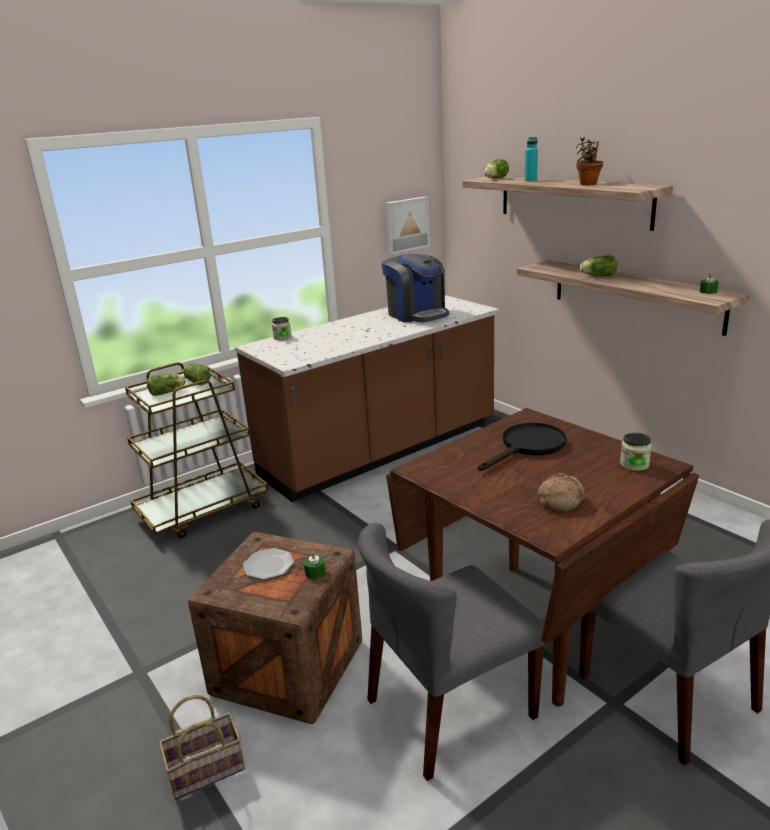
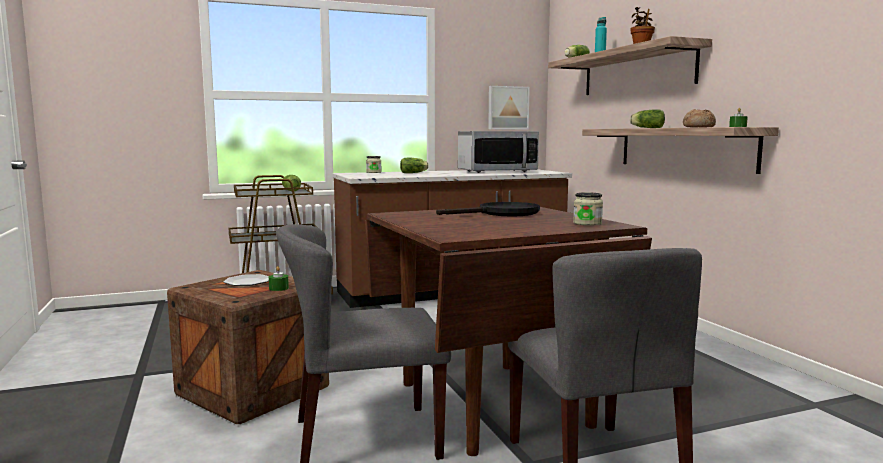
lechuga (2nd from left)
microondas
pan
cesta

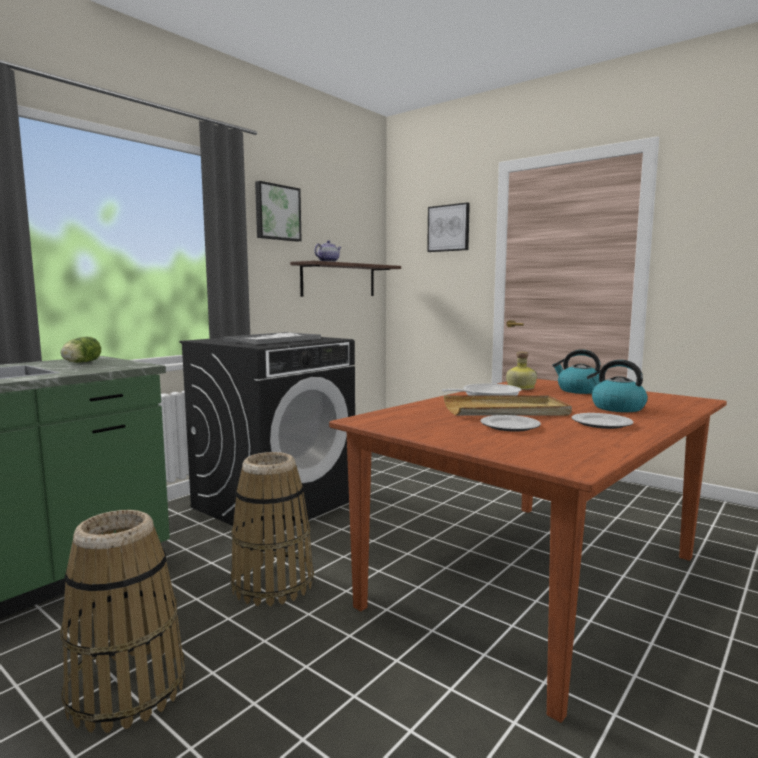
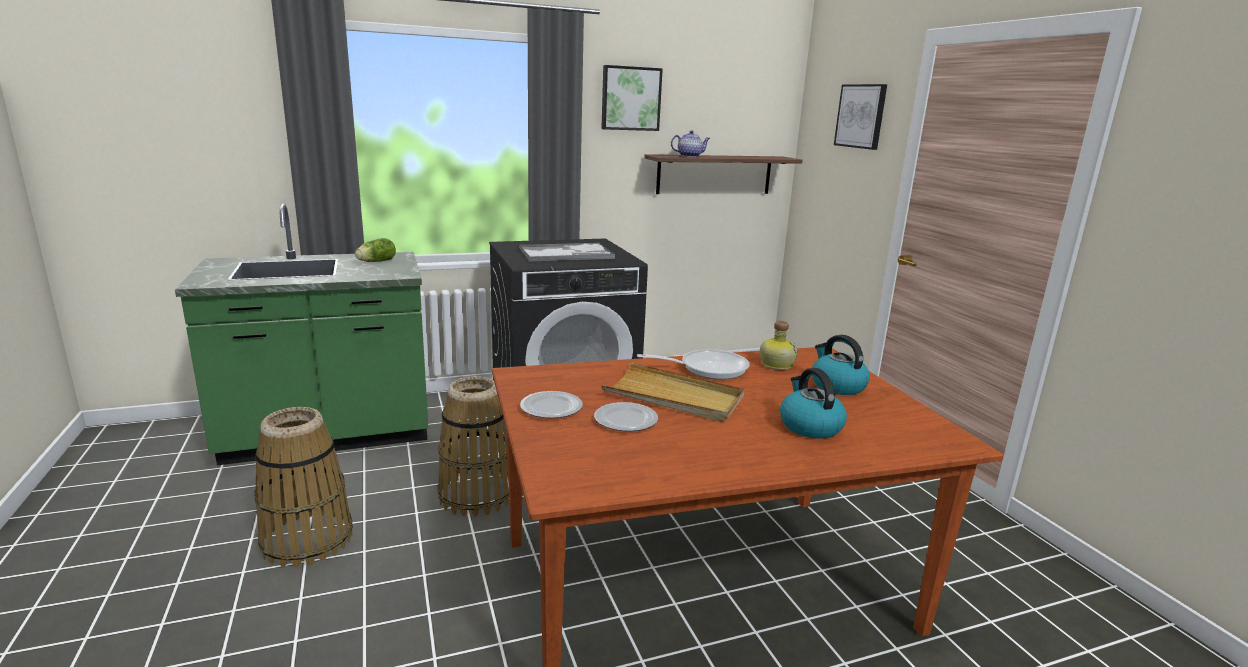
plato (1st from left)

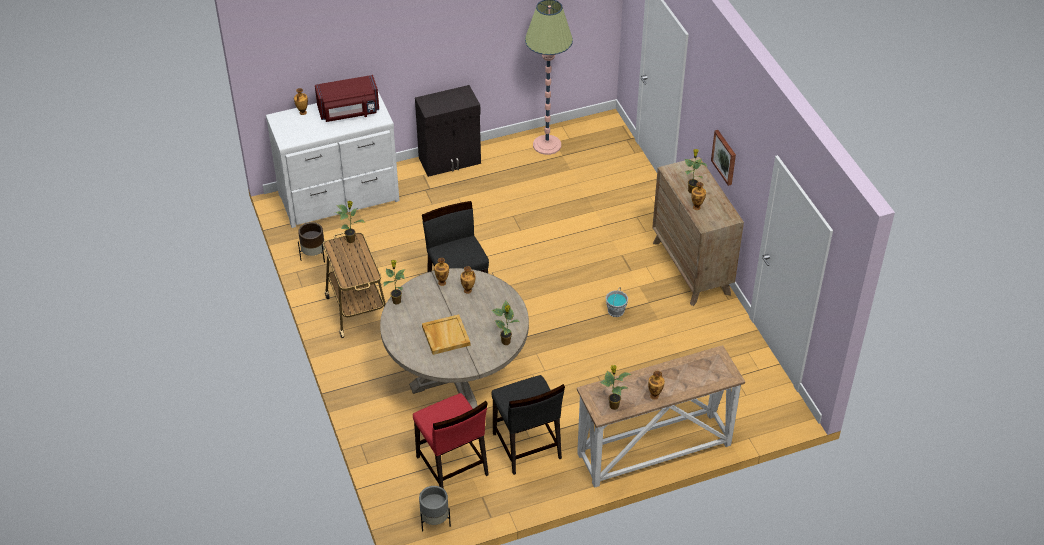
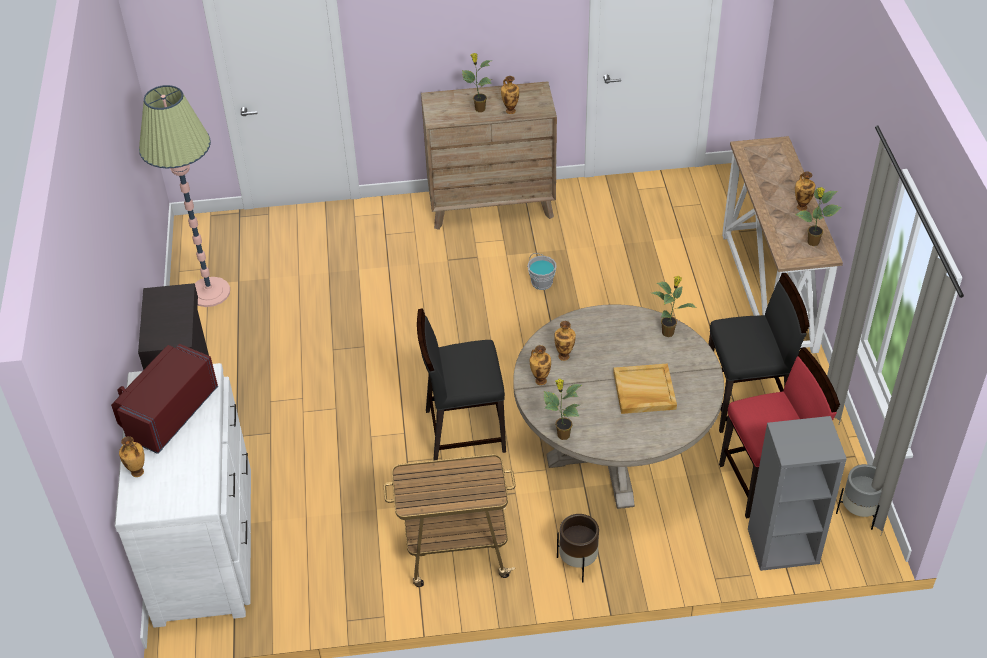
microondas (rojo)
maceta (marrón)
estantería (gris)
planta en maceta (1st from left in the first image)
cuadro

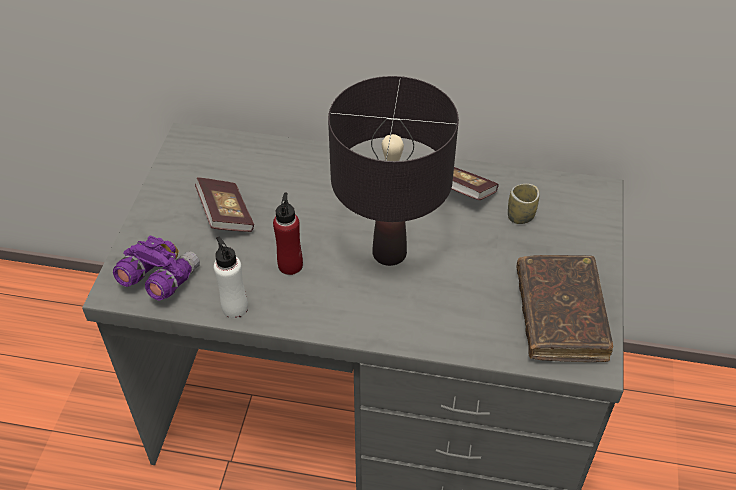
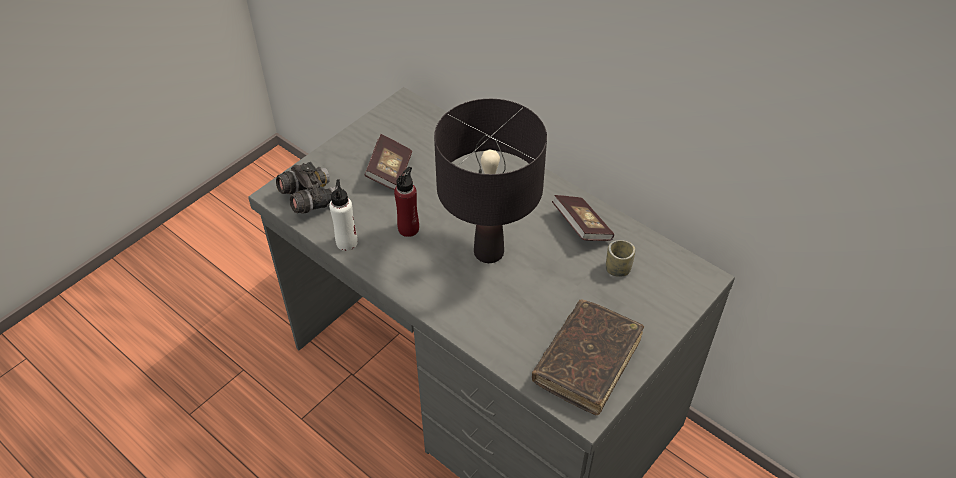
prismáticos (gris)

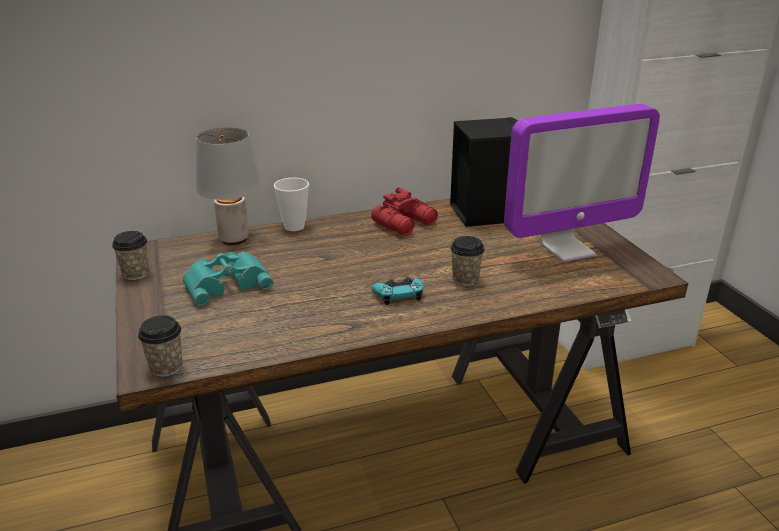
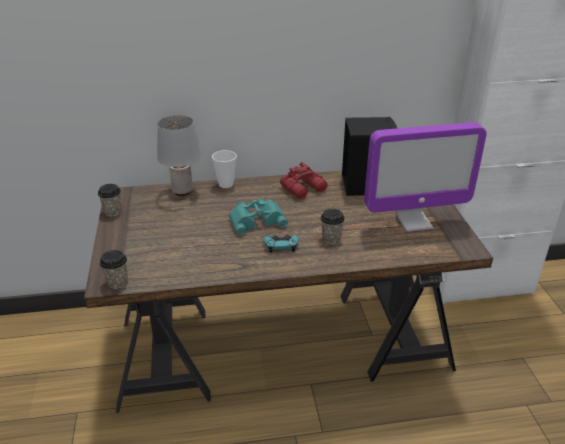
prismáticos (turquesa)

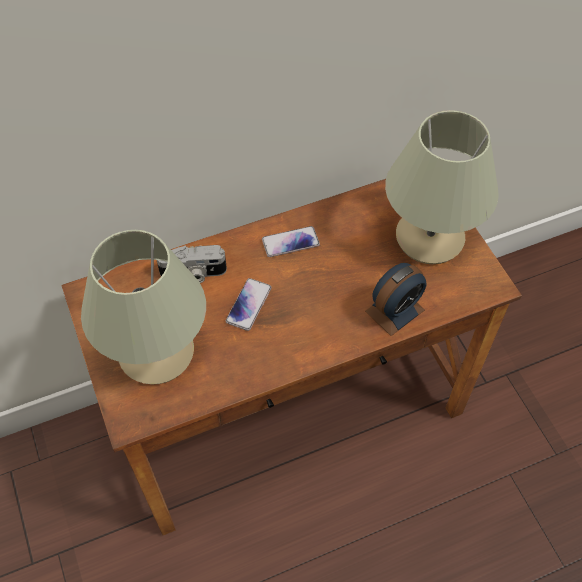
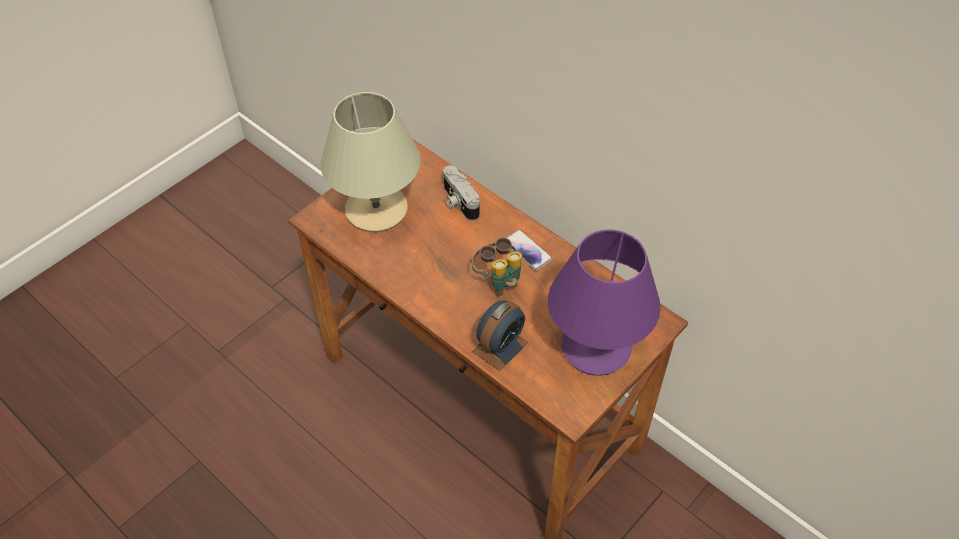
prismáticos
despertador
lámpara de mesa (morado)
móvil (1st from left in the first image)

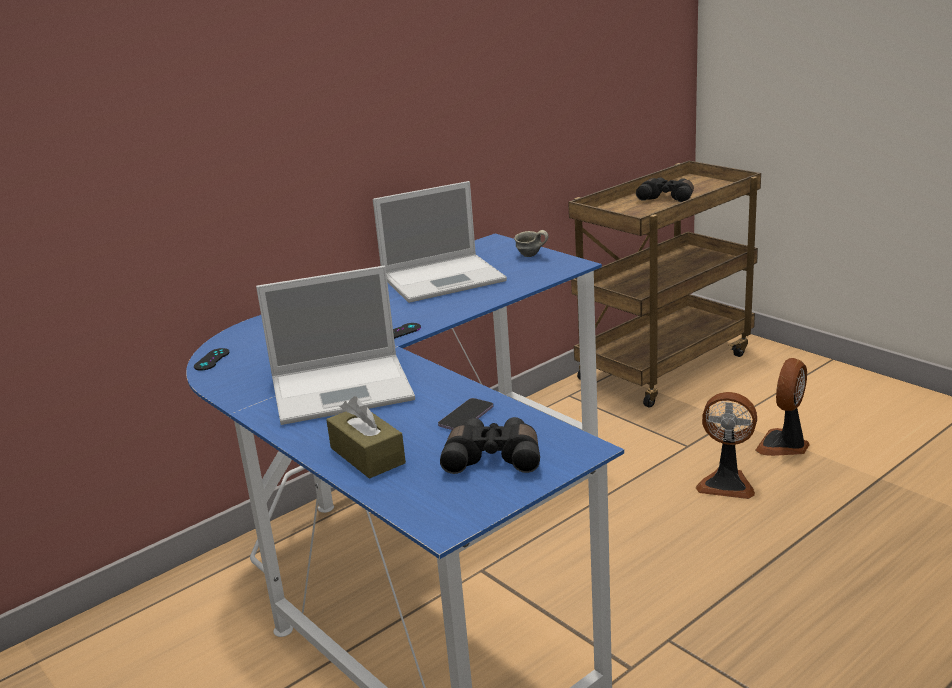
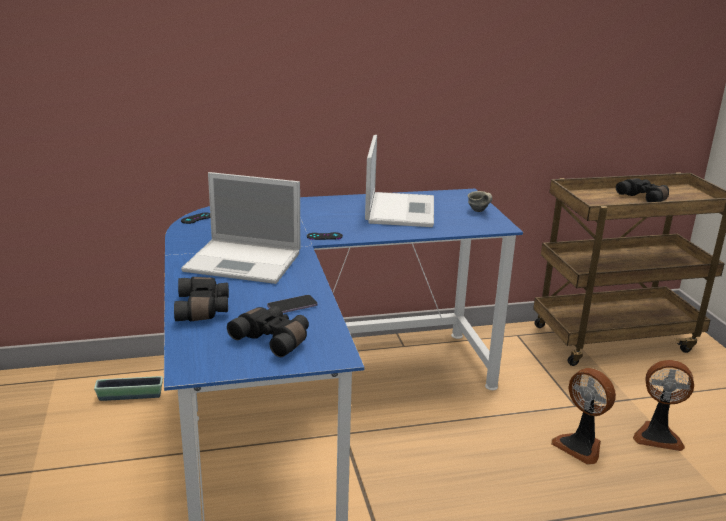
maceta
prismáticos (negro) (1st from left)
portátil (2nd from left)
ventilador (2nd from left)

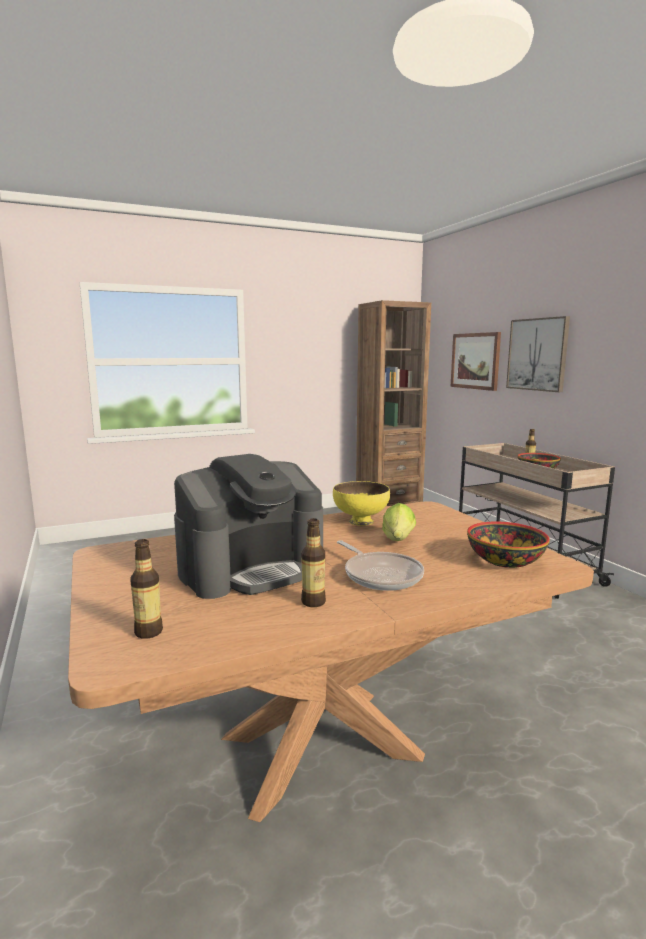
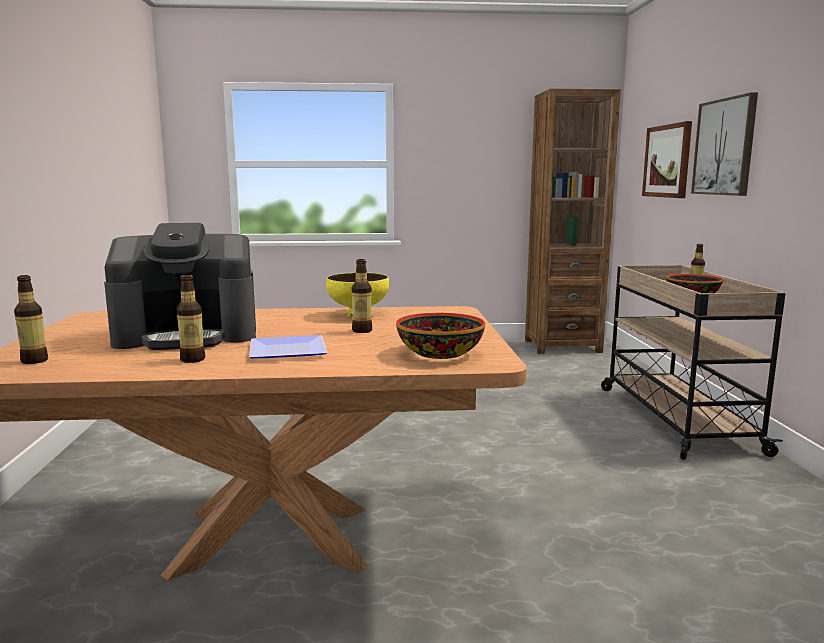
plato
botella (3rd from left)

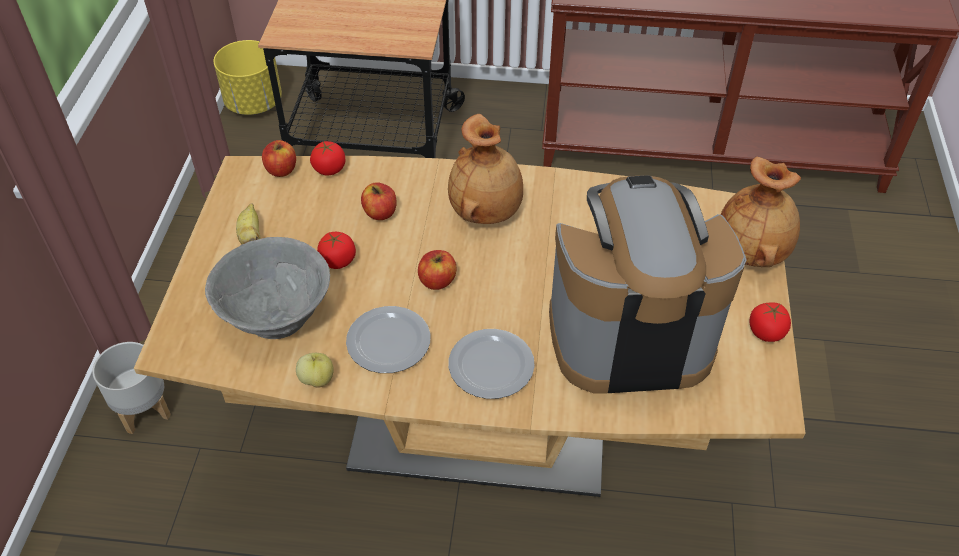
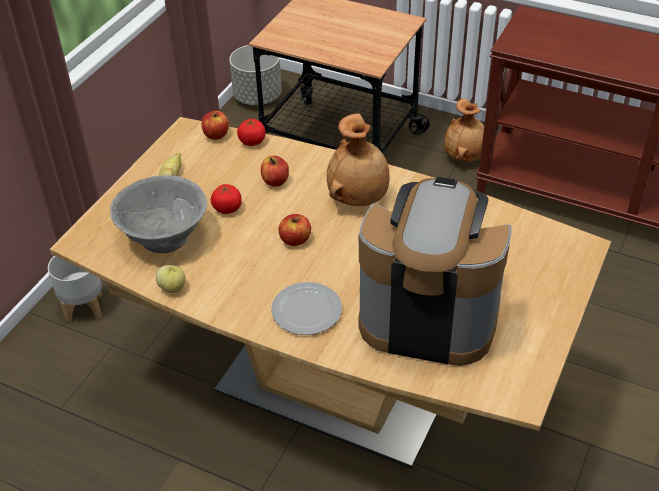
maceta (gris) (2nd from left)
florero (marrón) (2nd from left)
plato (1st from left in the first image)
tomate (3rd from left in the first image)

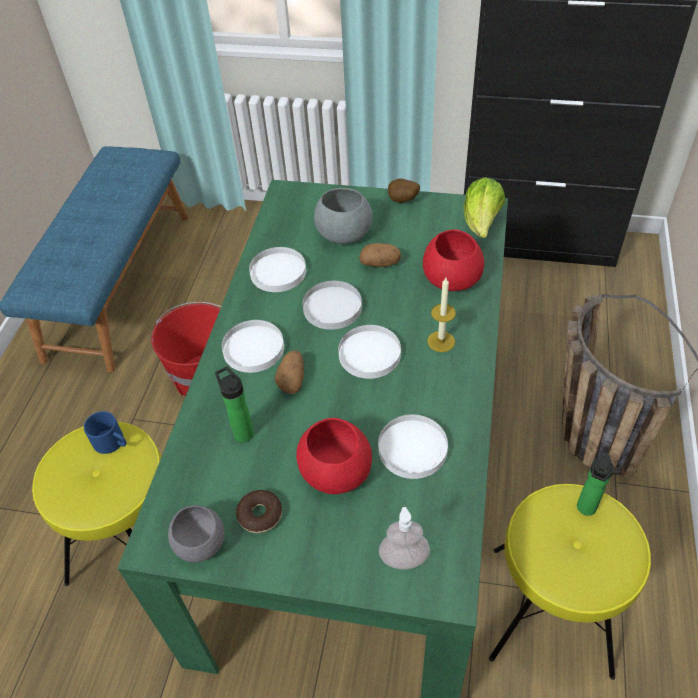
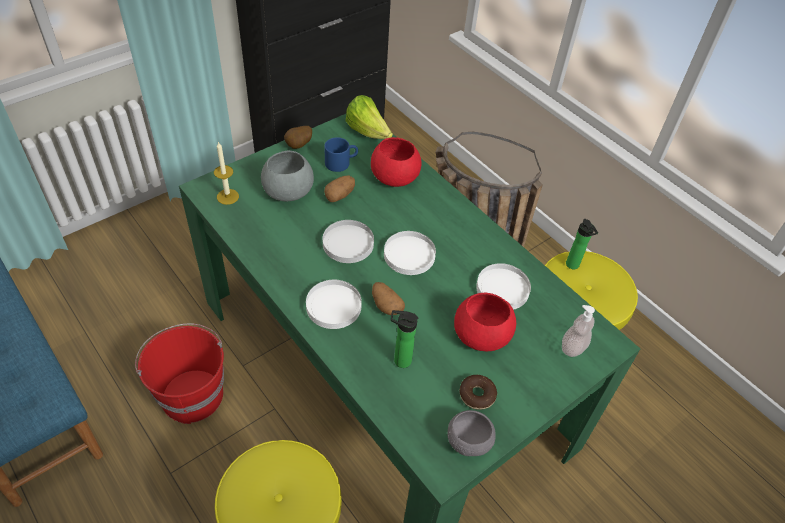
vela
taza grande (azul)
plato (blanco) (2nd from left in the first image)

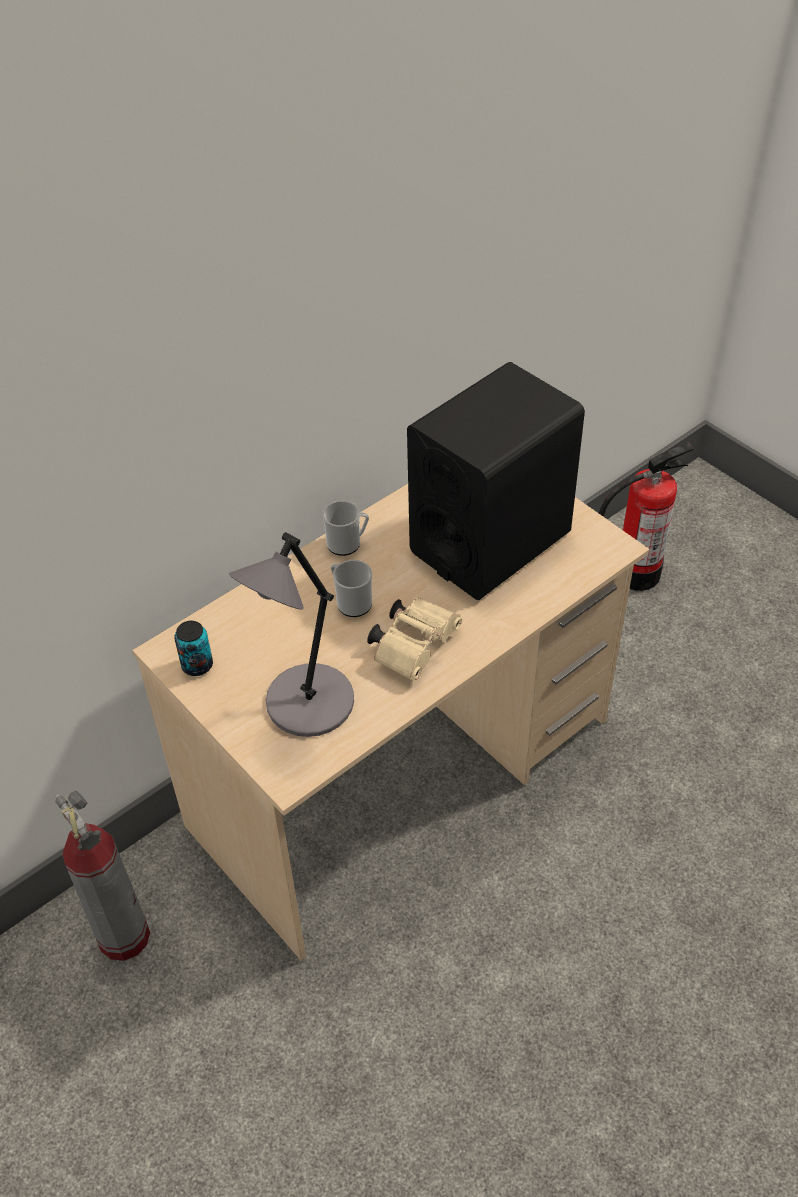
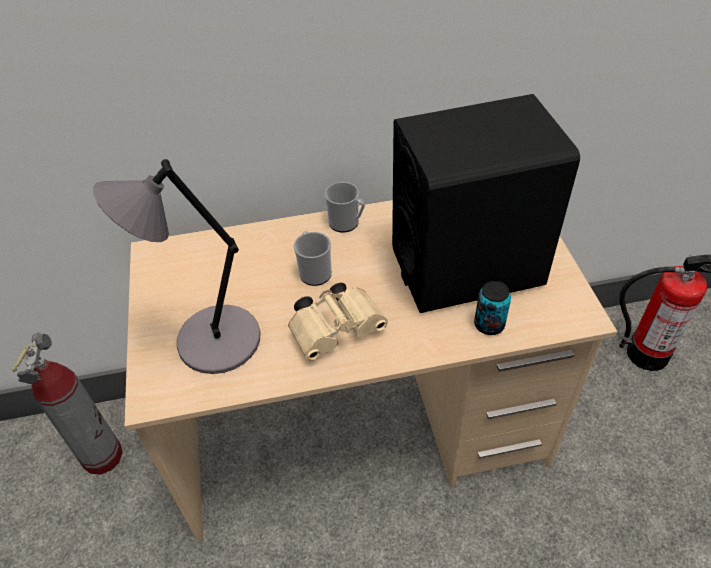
lata

